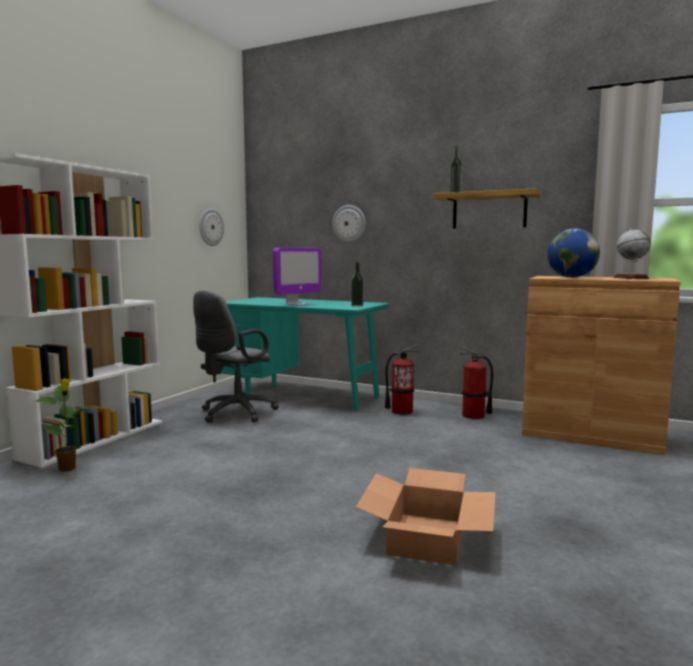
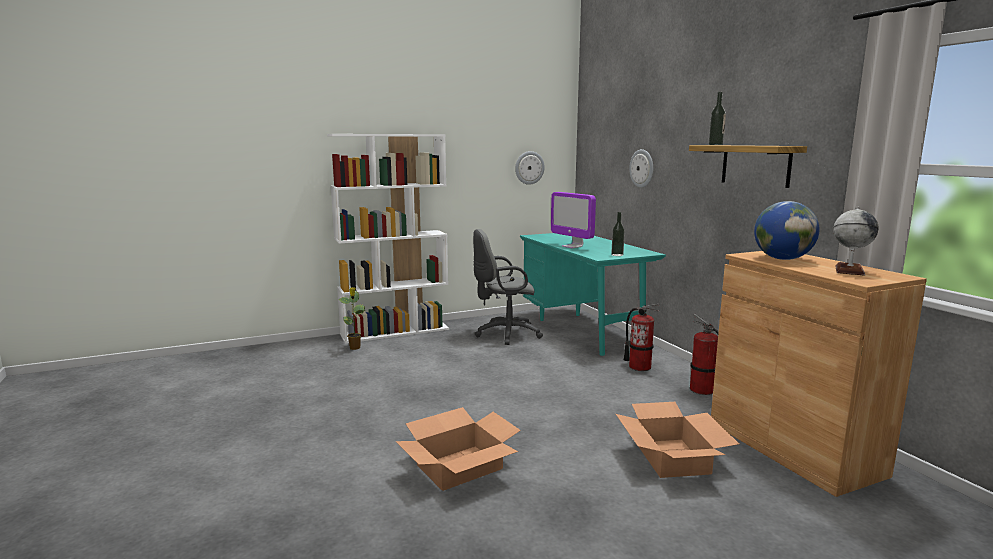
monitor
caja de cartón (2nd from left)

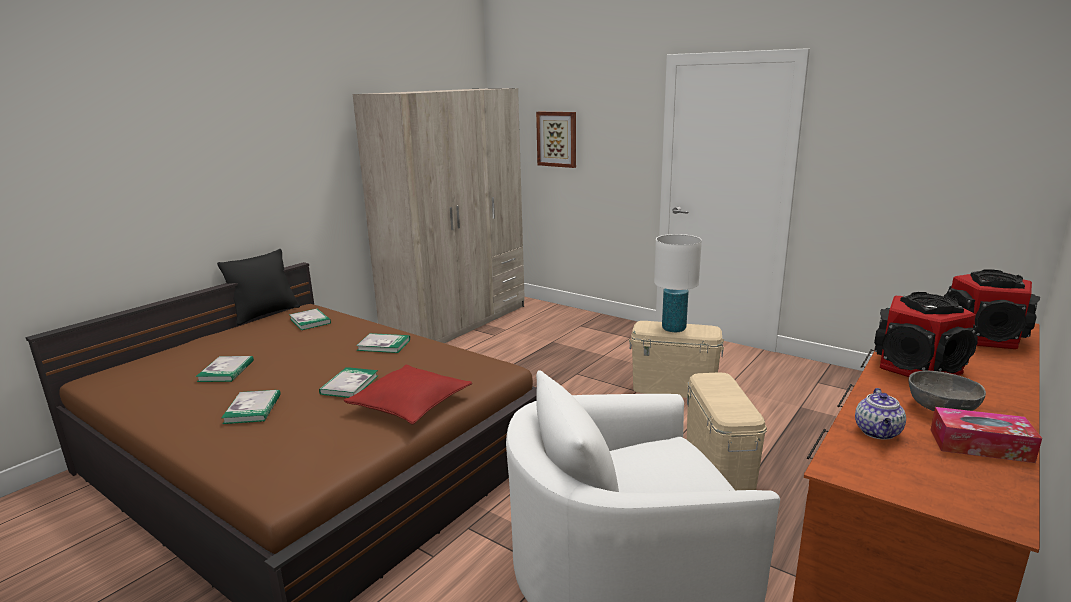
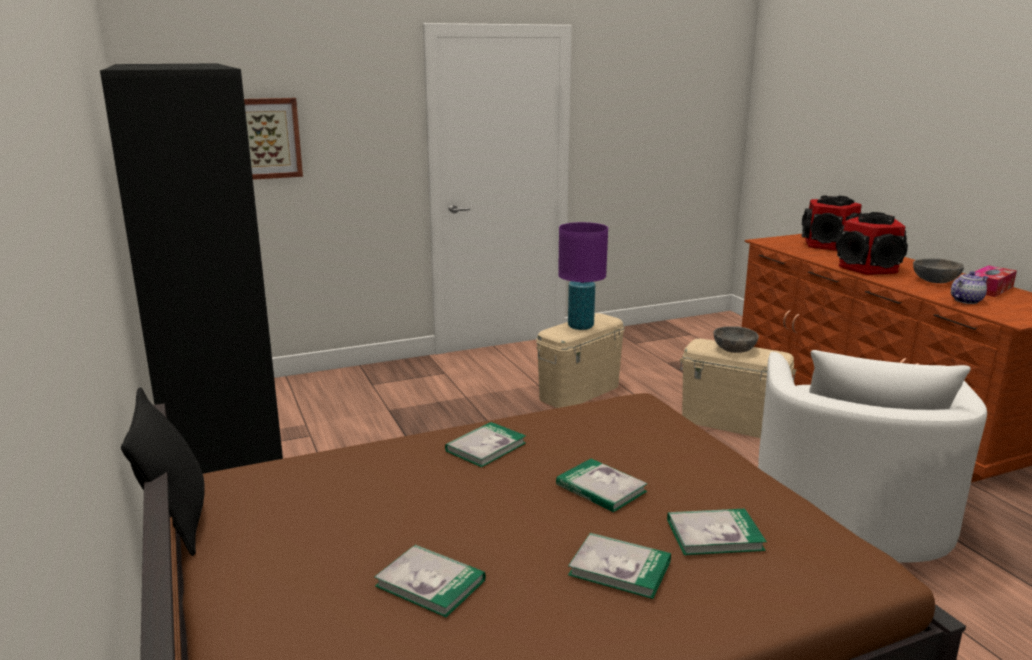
armario ropero (negro)
lámpara de mesa (morado)
libro (5th from left)
cuenco (gris) (1st from left)
tetera
cojín (rojo)

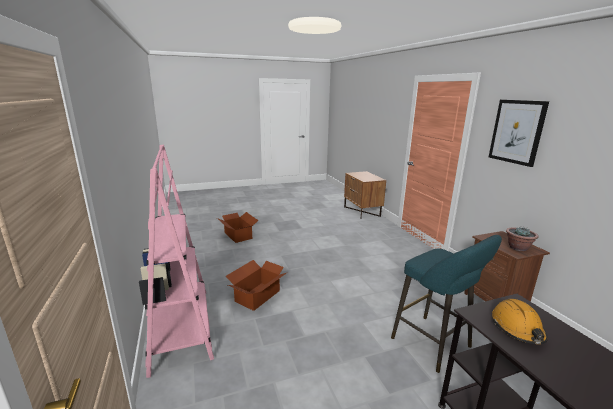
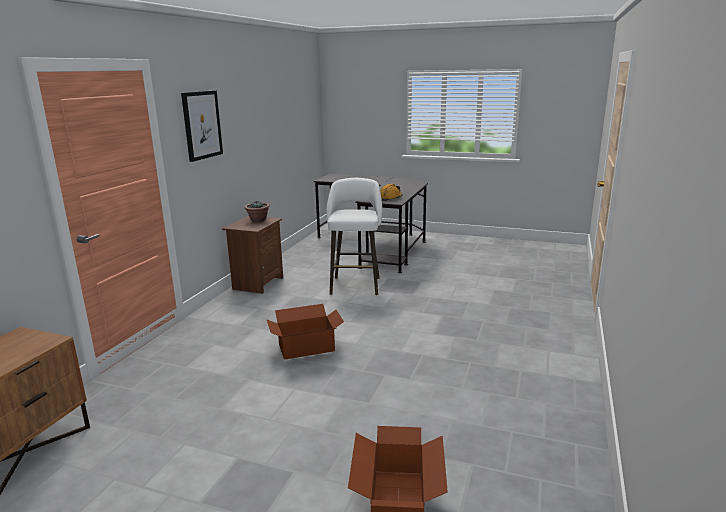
caja de cartón (1st from left)
taburete (blanco)
estantería (rosa)

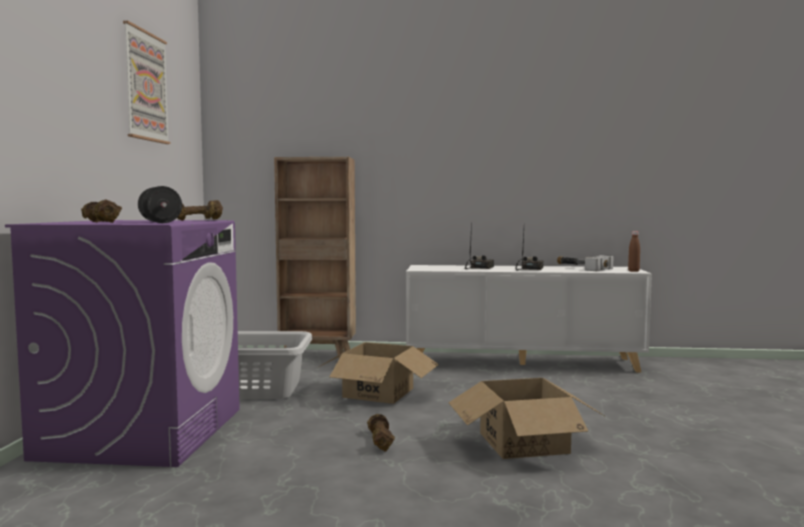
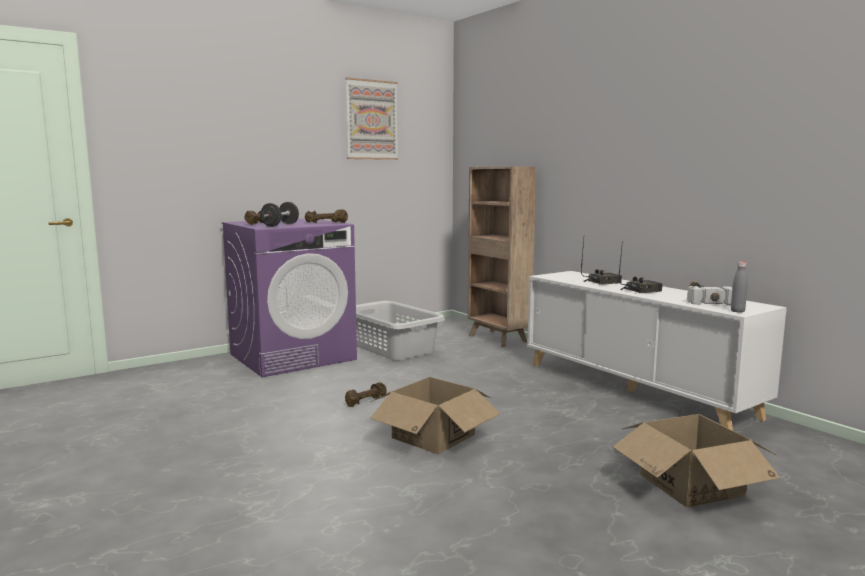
caja de cartón (2nd from left)
botella (gris)

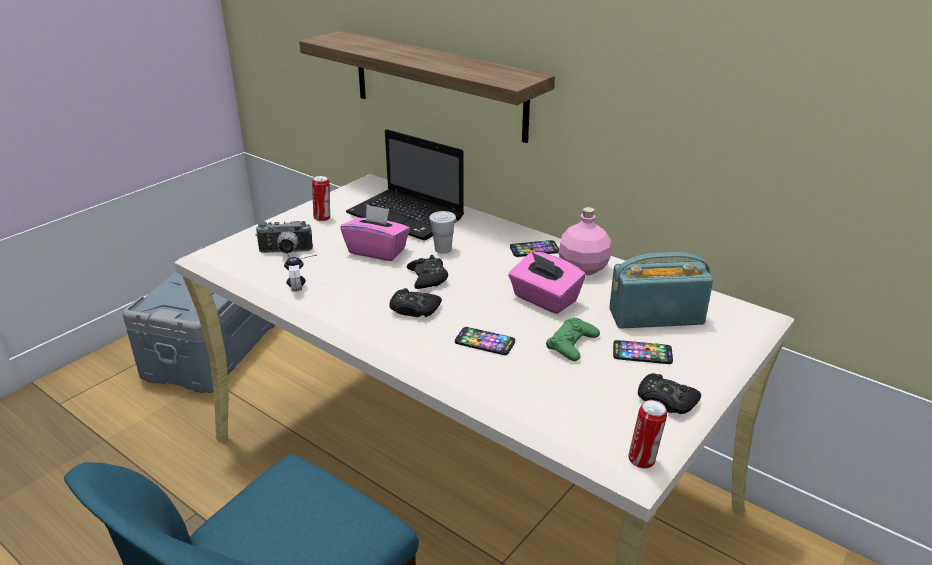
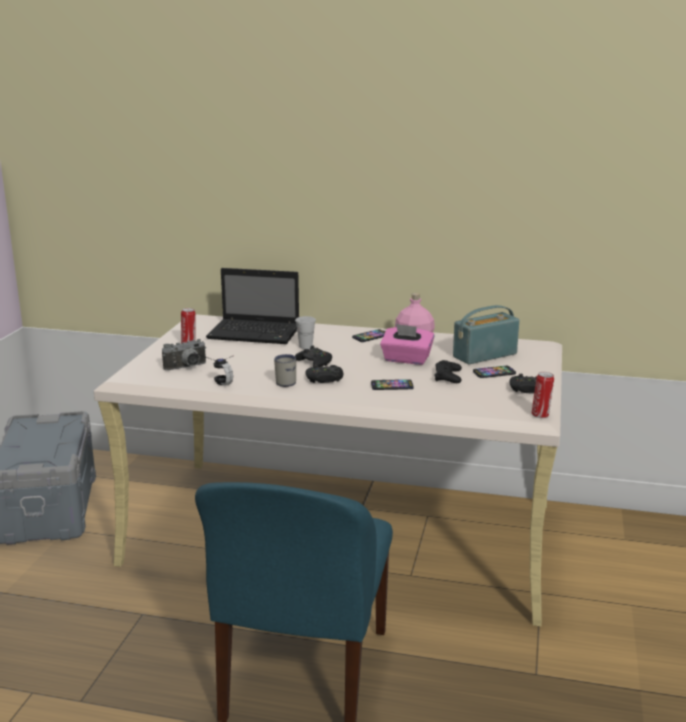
taza grande (blanco)
mando de consola (negro) (3rd from left)
estante
caja de pañuelos (rosa) (1st from left in the first image)

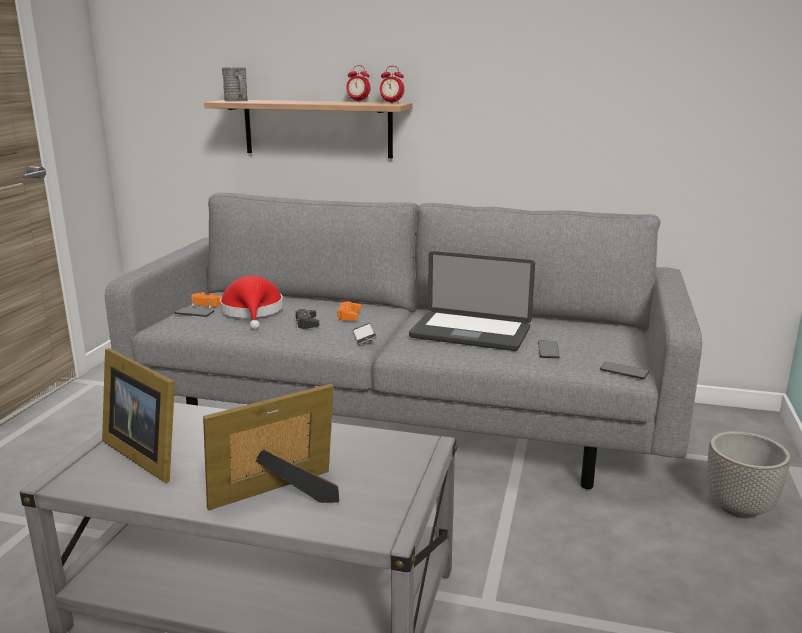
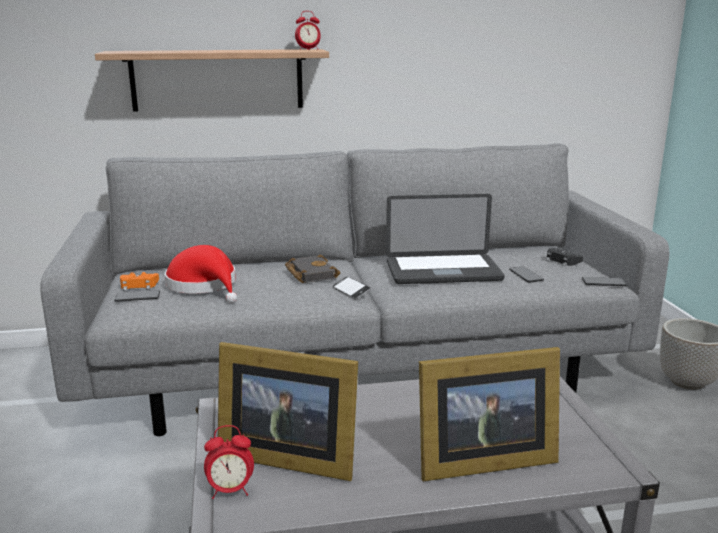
despertador (1st from left)
libro (negro)
portarretratos (2nd from left)
mando de consola (negro)
taza grande (gris)

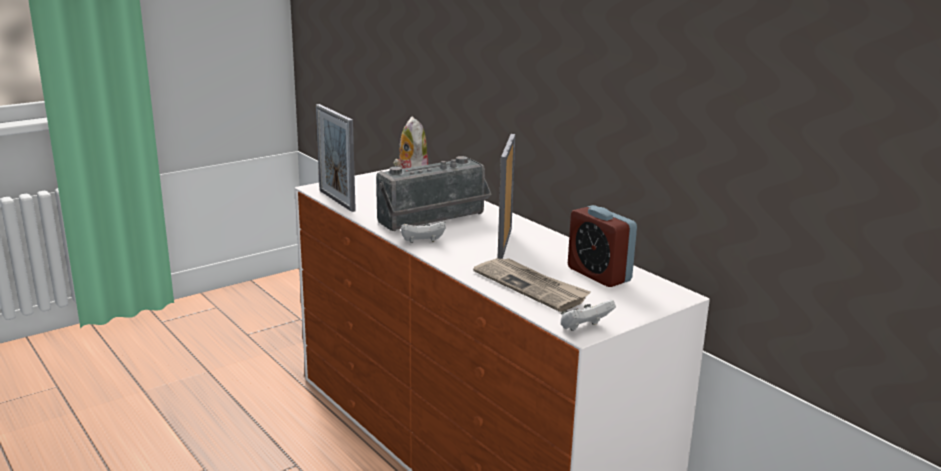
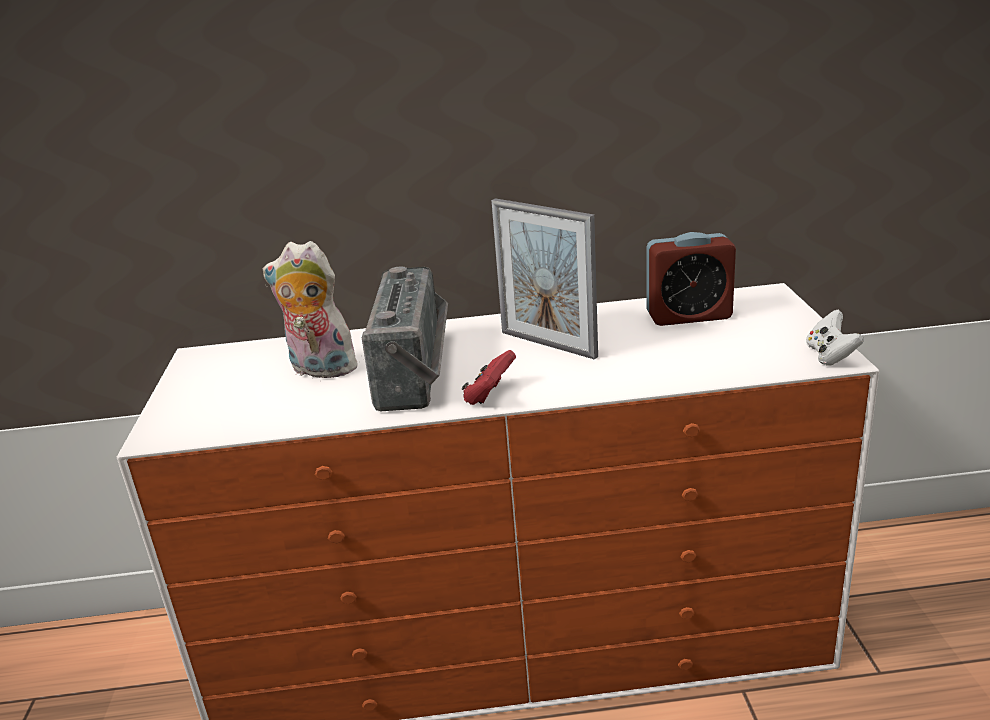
mando de consola (rojo)
portarretratos (1st from left in the first image)
periódico

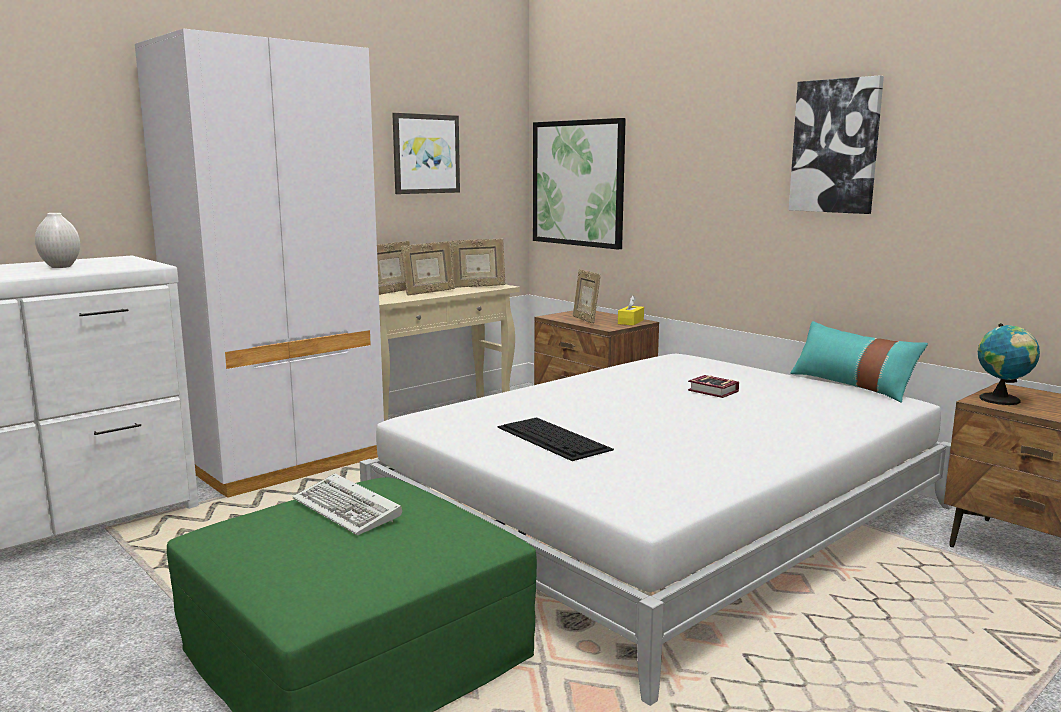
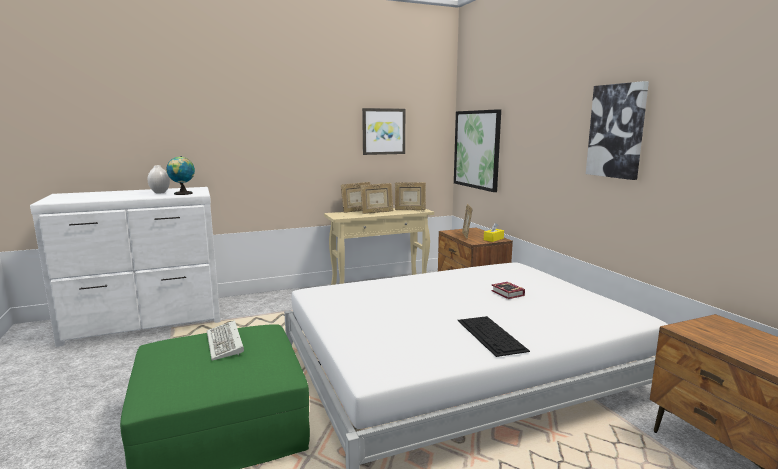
globo terráqueo
teclado (2nd from left)
armario ropero (blanco)
cojín (turquesa)

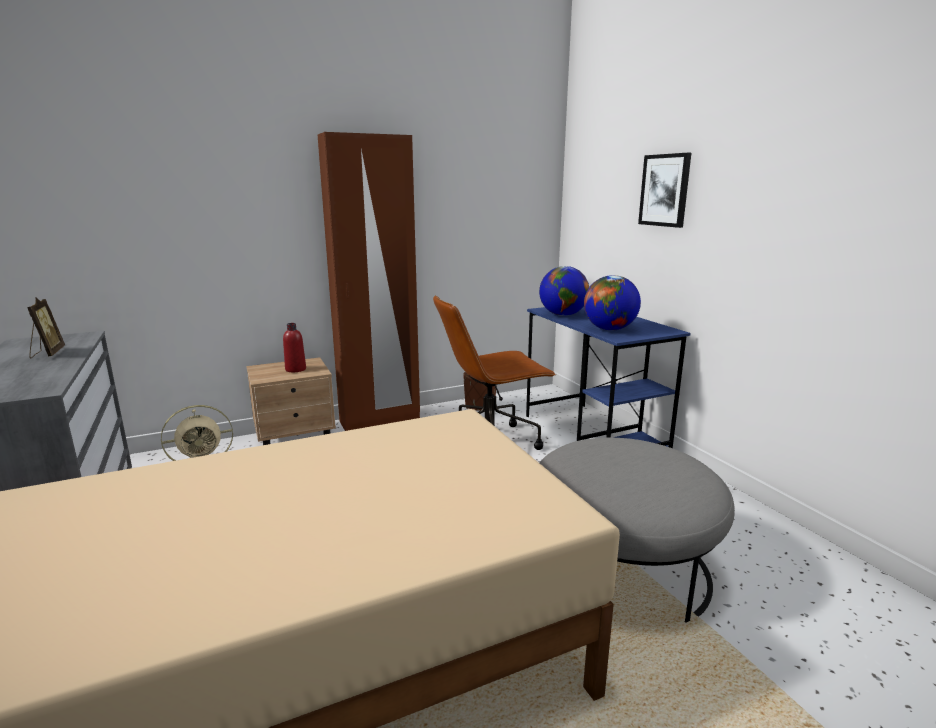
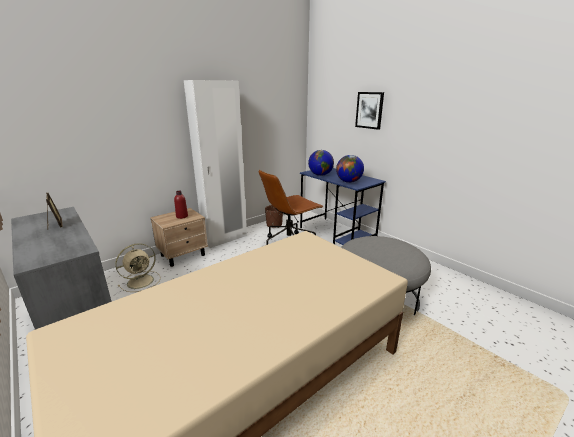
armario ropero (blanco)

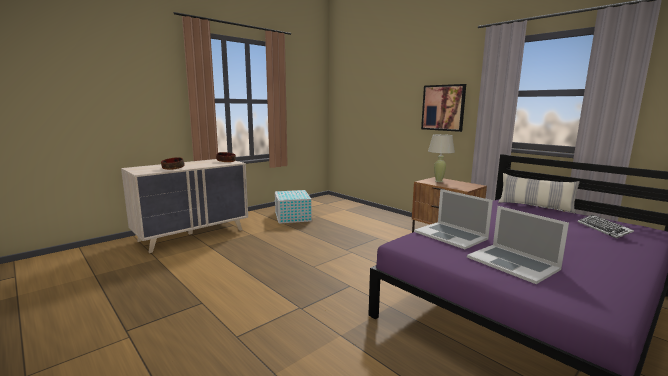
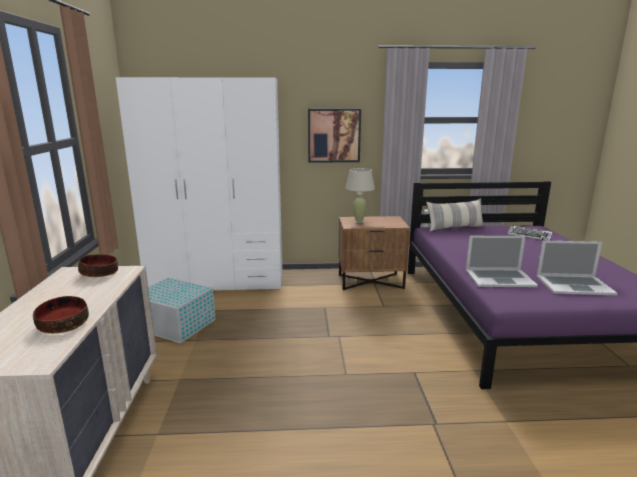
armario ropero (blanco)

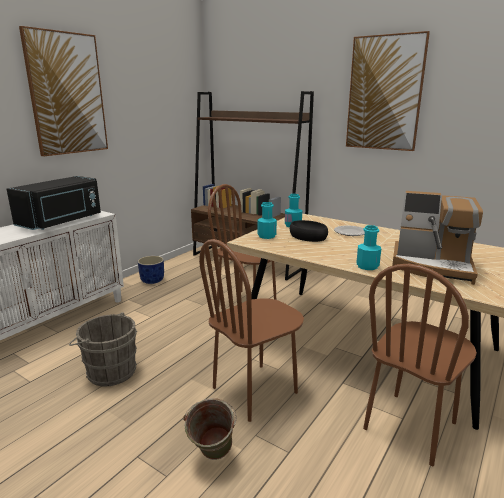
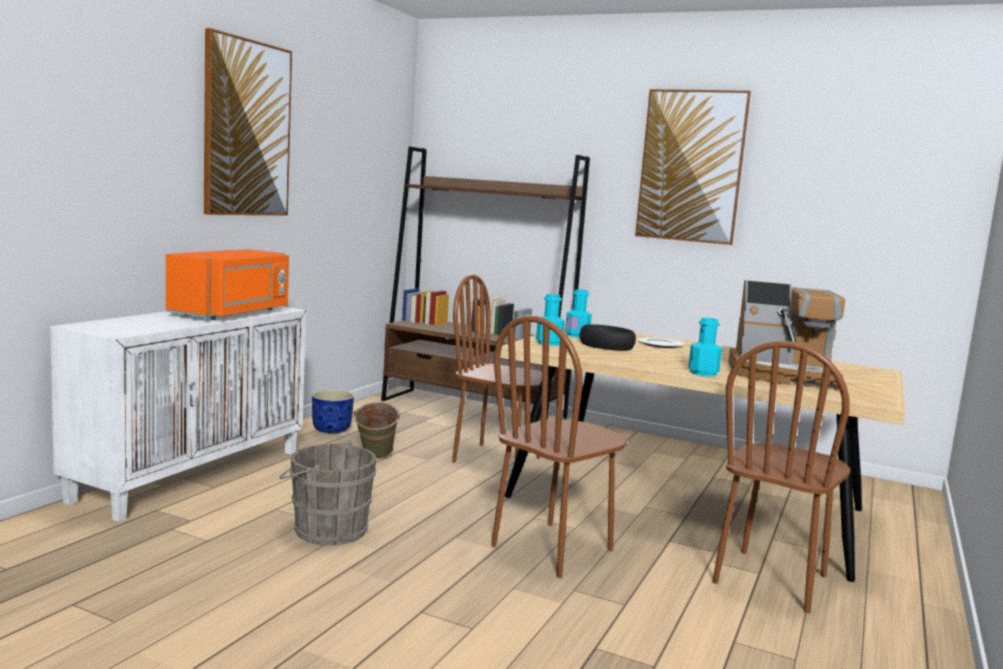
microondas (naranja)
cubo (verde)

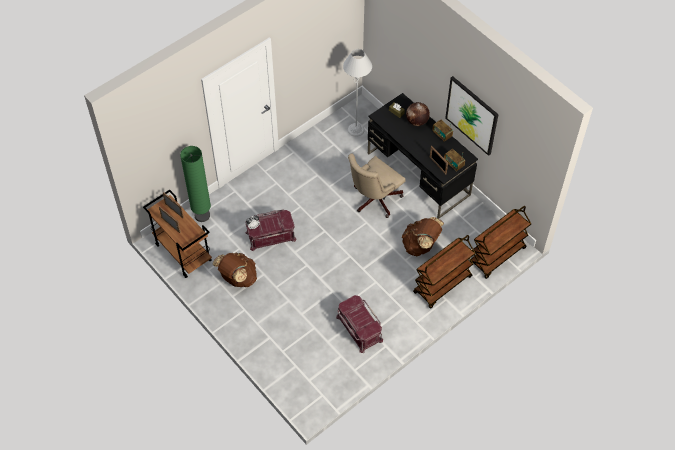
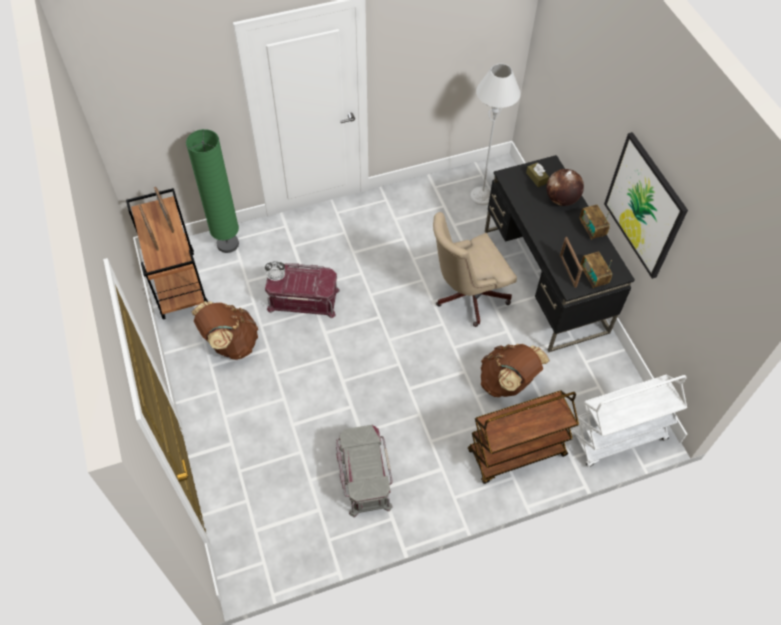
caja de almacenaje (gris)
carrito (blanco)

